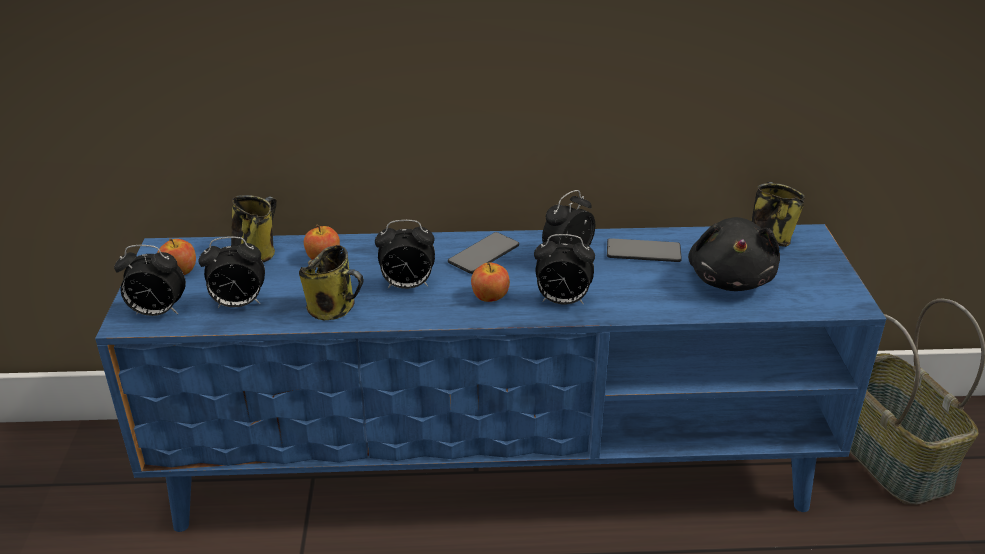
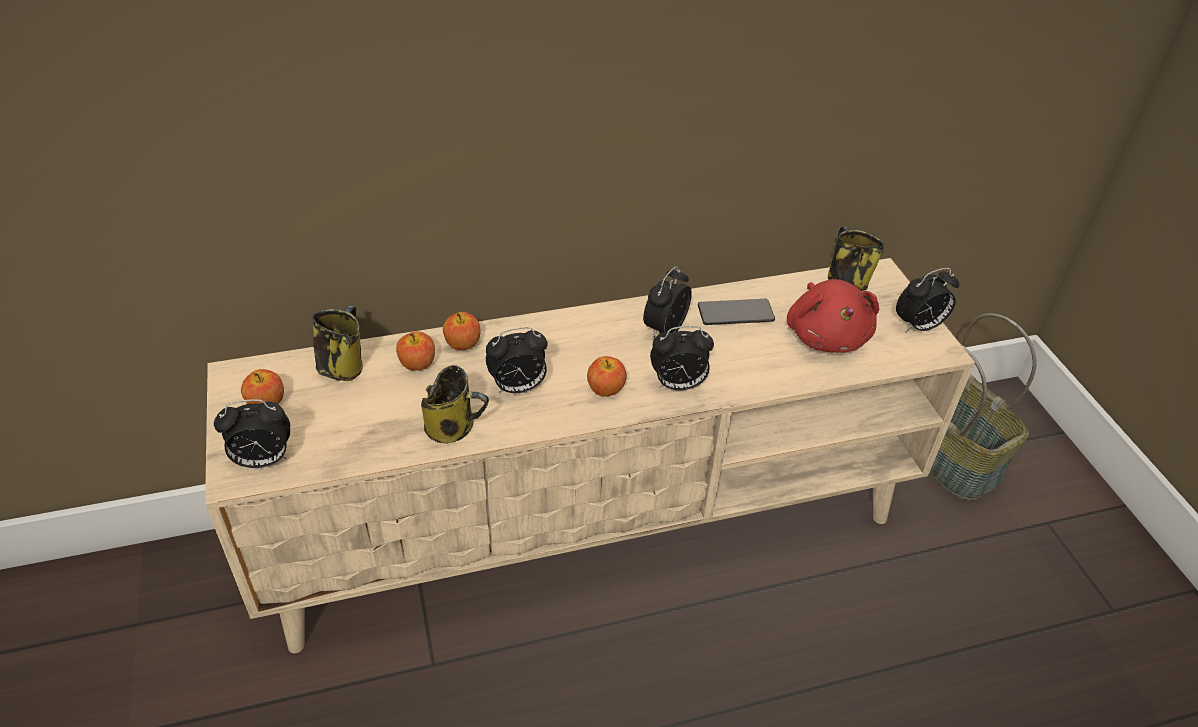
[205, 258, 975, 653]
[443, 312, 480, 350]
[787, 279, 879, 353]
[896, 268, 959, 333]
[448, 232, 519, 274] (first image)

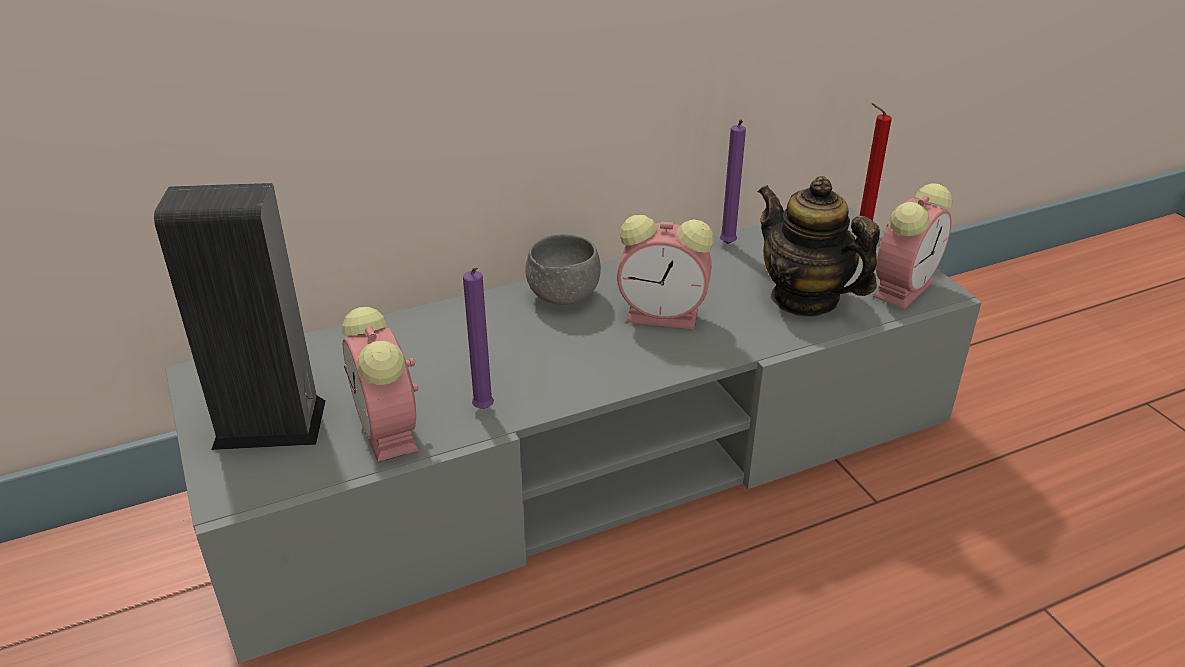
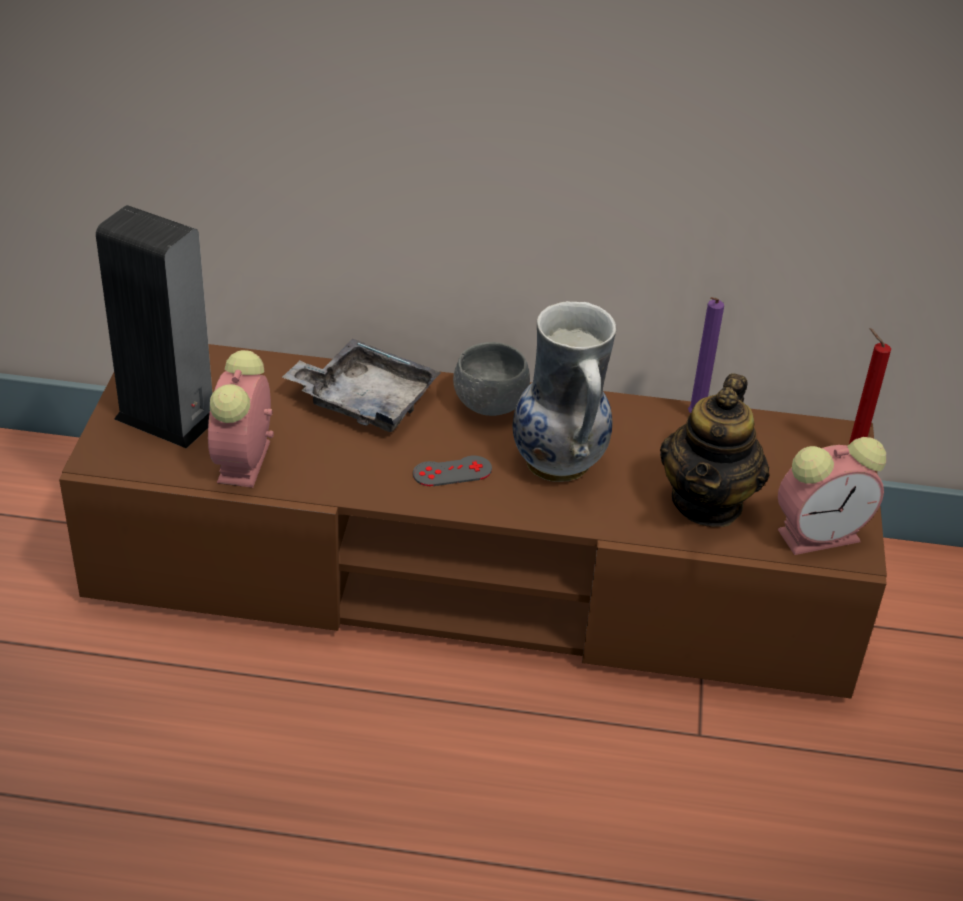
[59, 344, 887, 699]
[282, 339, 441, 432]
[413, 456, 492, 486]
[512, 301, 616, 482]
[660, 373, 770, 527]
[463, 267, 494, 409] (first image)

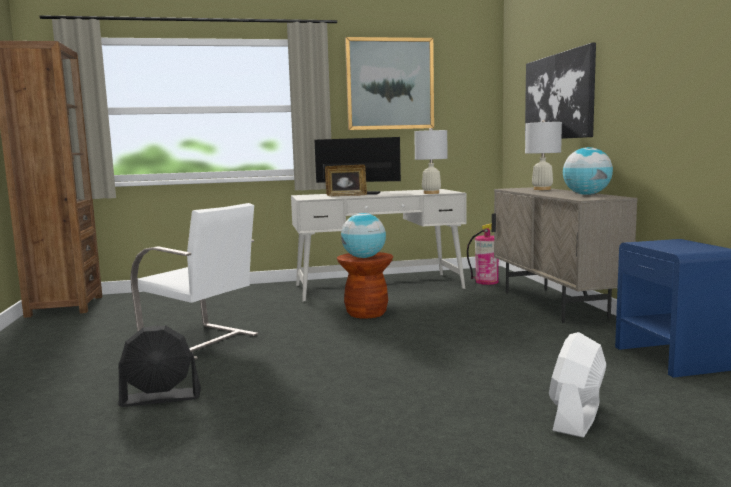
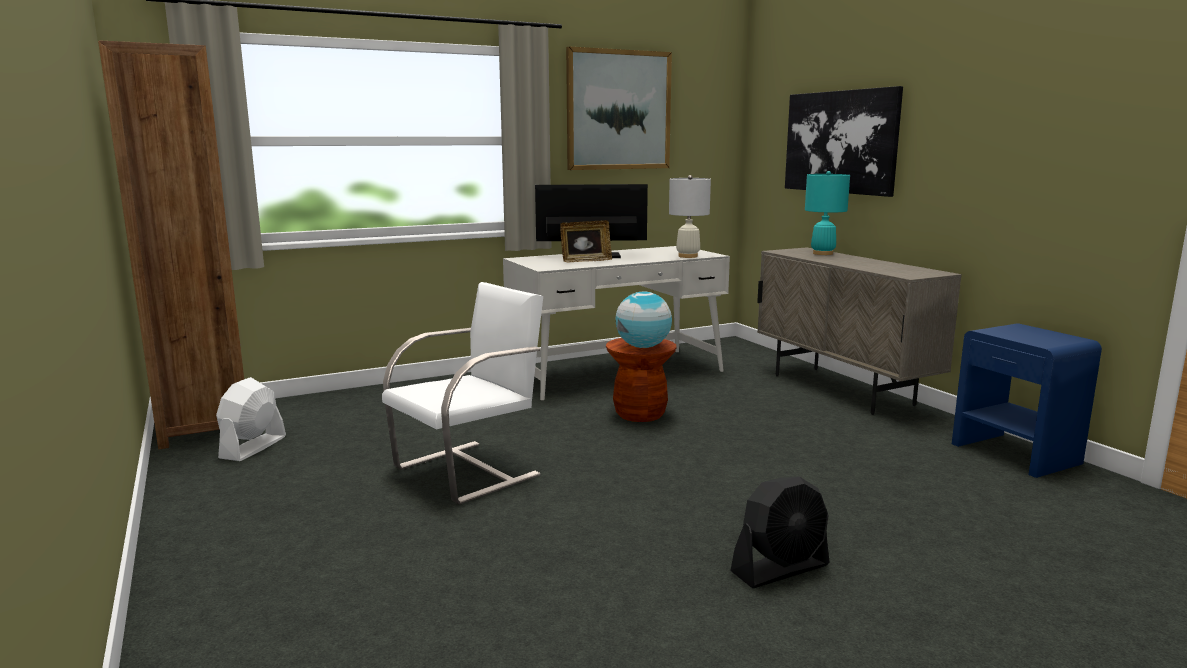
[216, 377, 286, 461]
[382, 282, 543, 505]
[730, 476, 829, 588]
[805, 171, 850, 255]
[467, 223, 499, 285] (first image)
[563, 147, 613, 195] (first image)

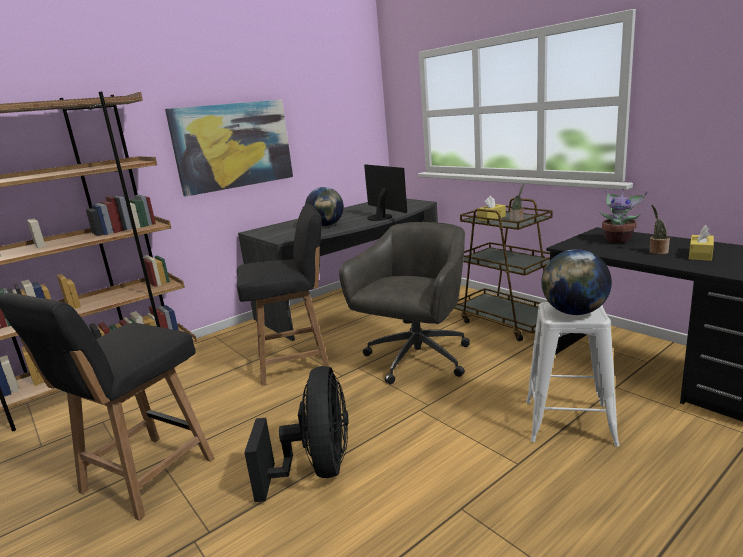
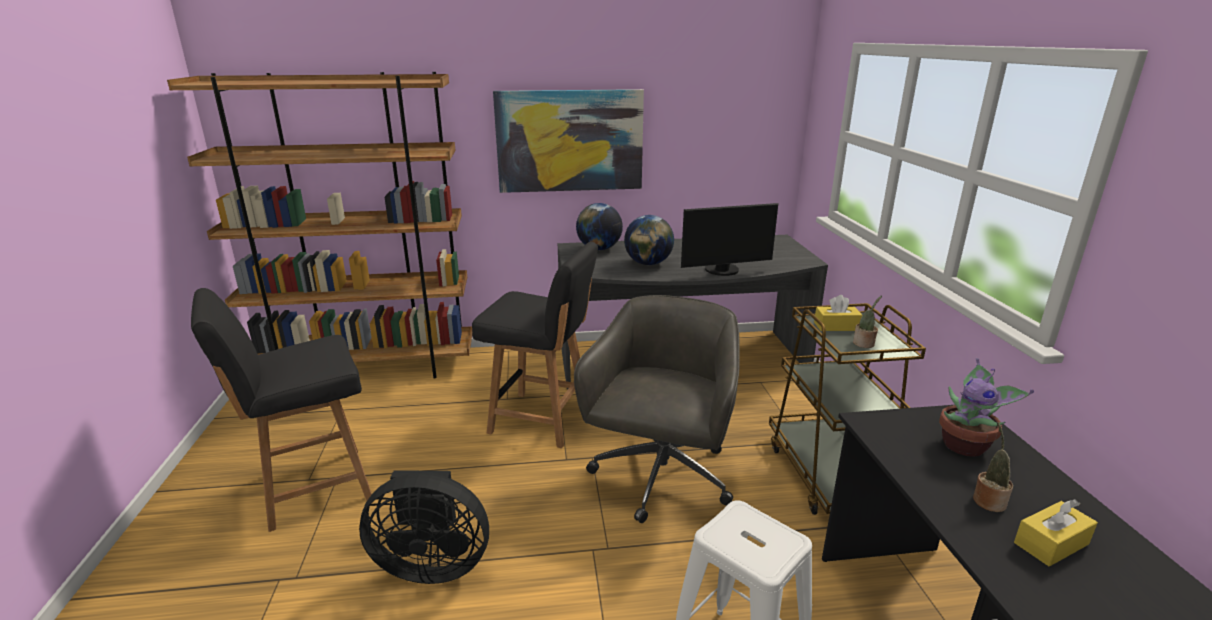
[359, 470, 489, 584]
[574, 295, 740, 523]
[576, 203, 623, 250]
[681, 203, 778, 276]

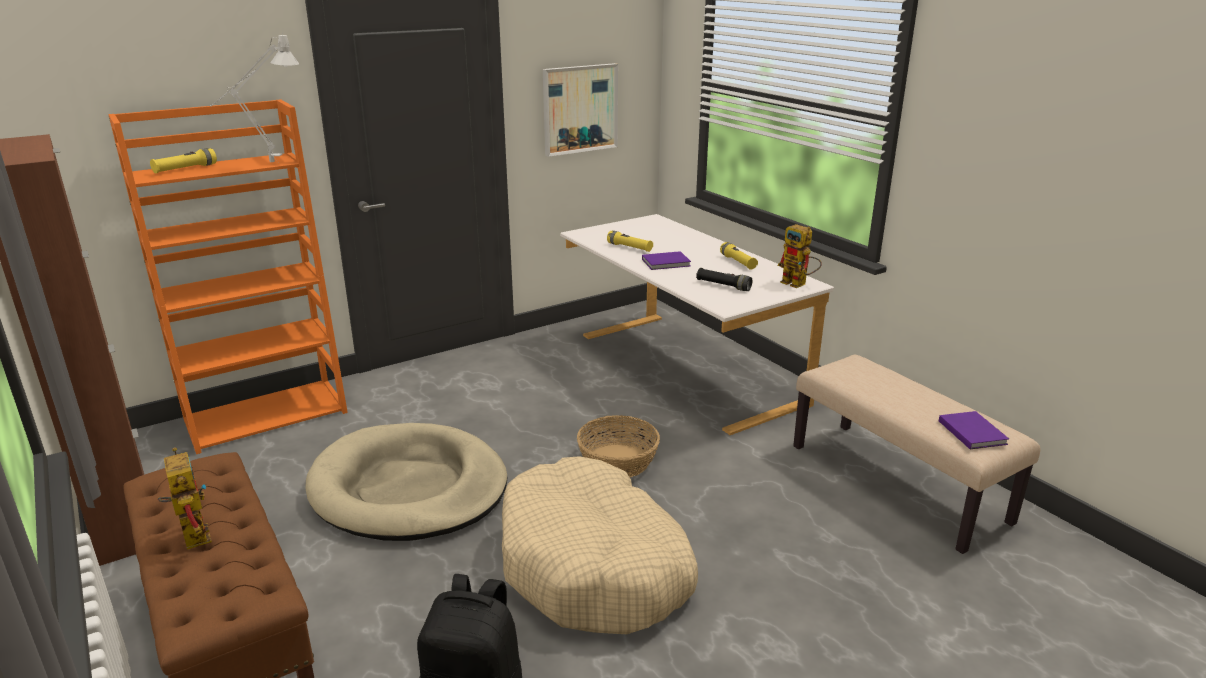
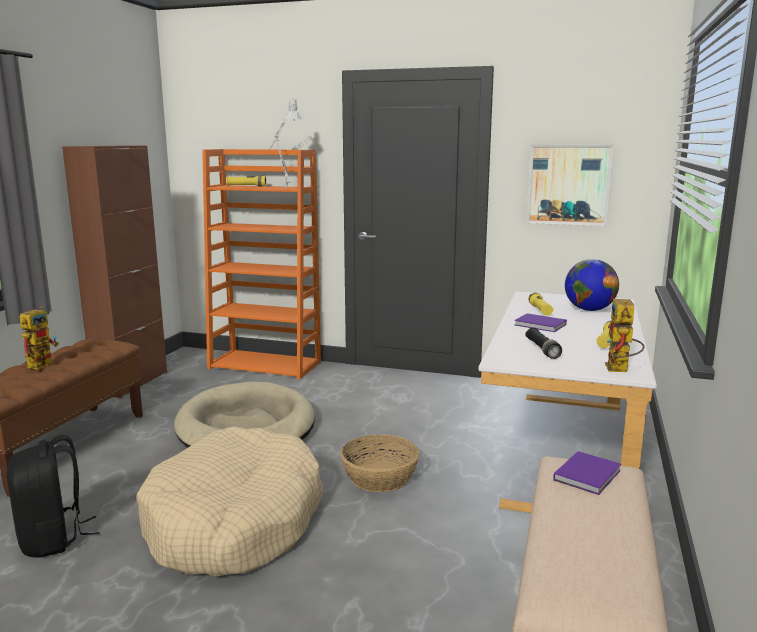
[553, 451, 621, 495]
[565, 259, 619, 311]

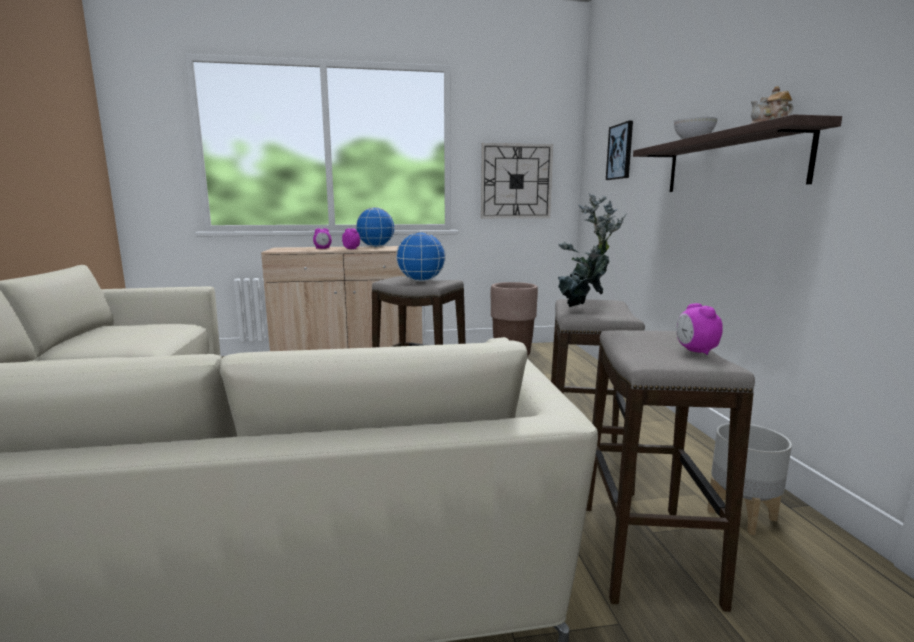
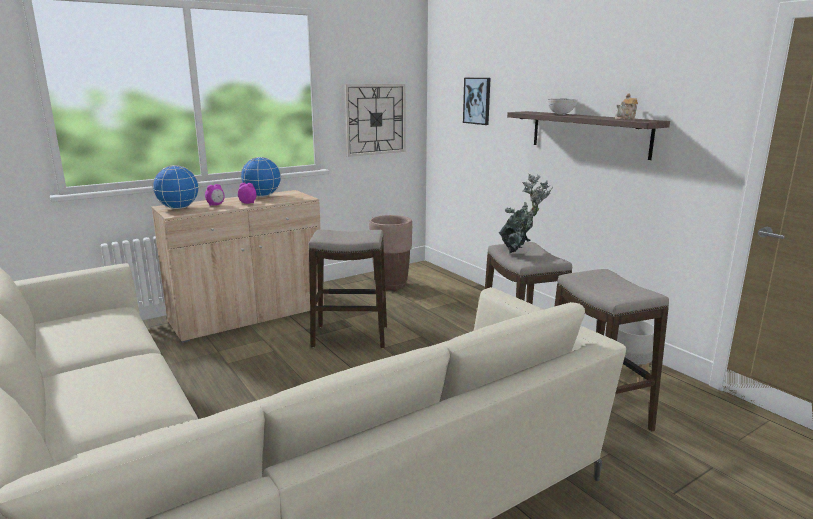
[153, 165, 199, 209]
[676, 303, 723, 355] (first image)

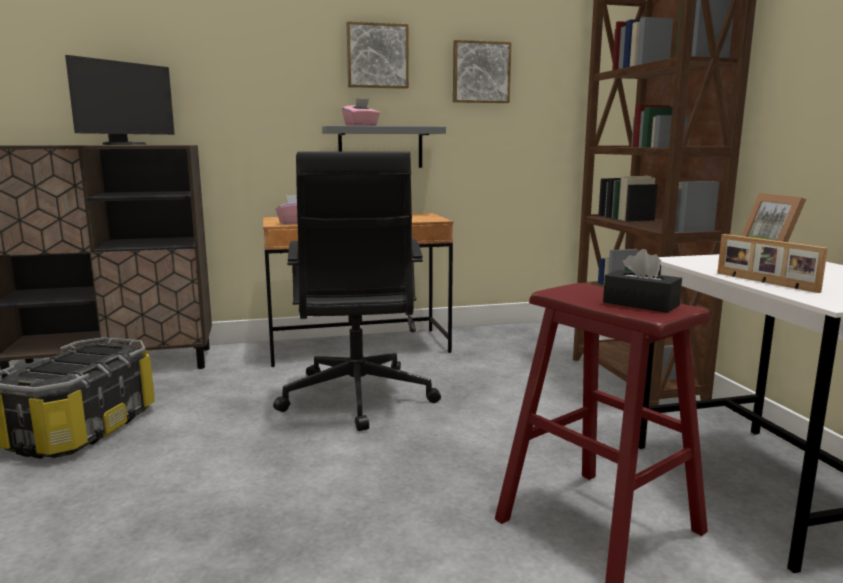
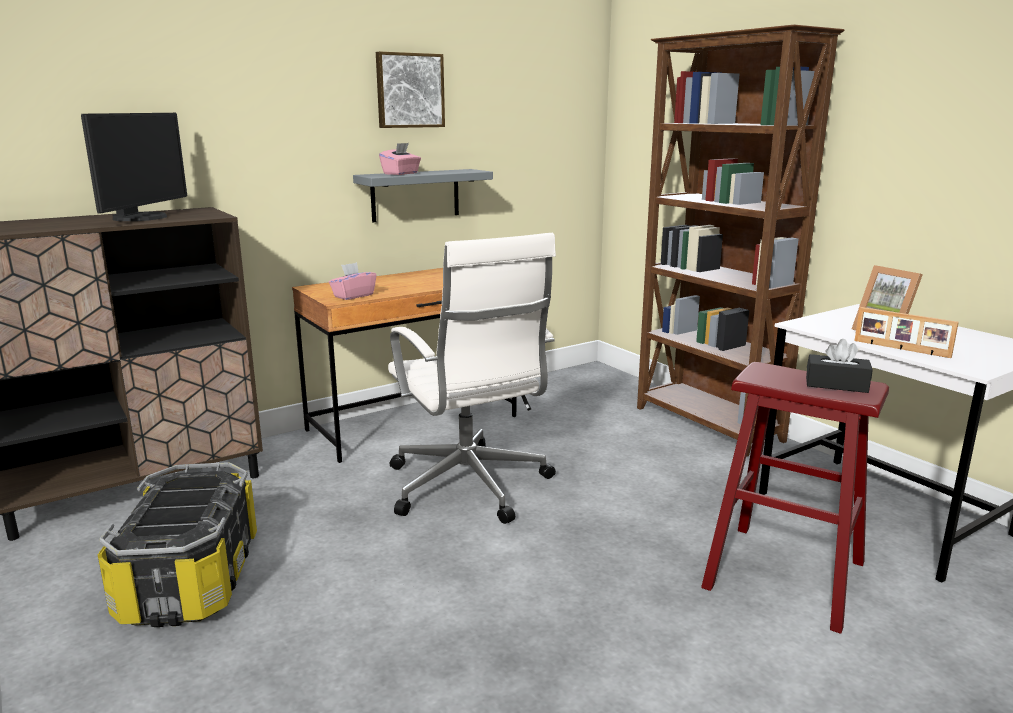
[388, 233, 556, 524]
[453, 40, 511, 103] (first image)

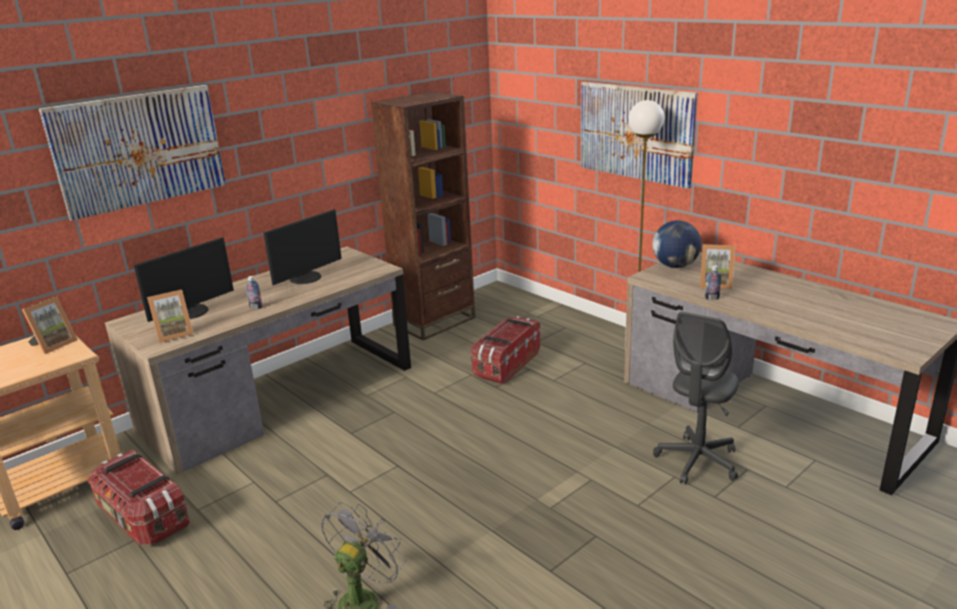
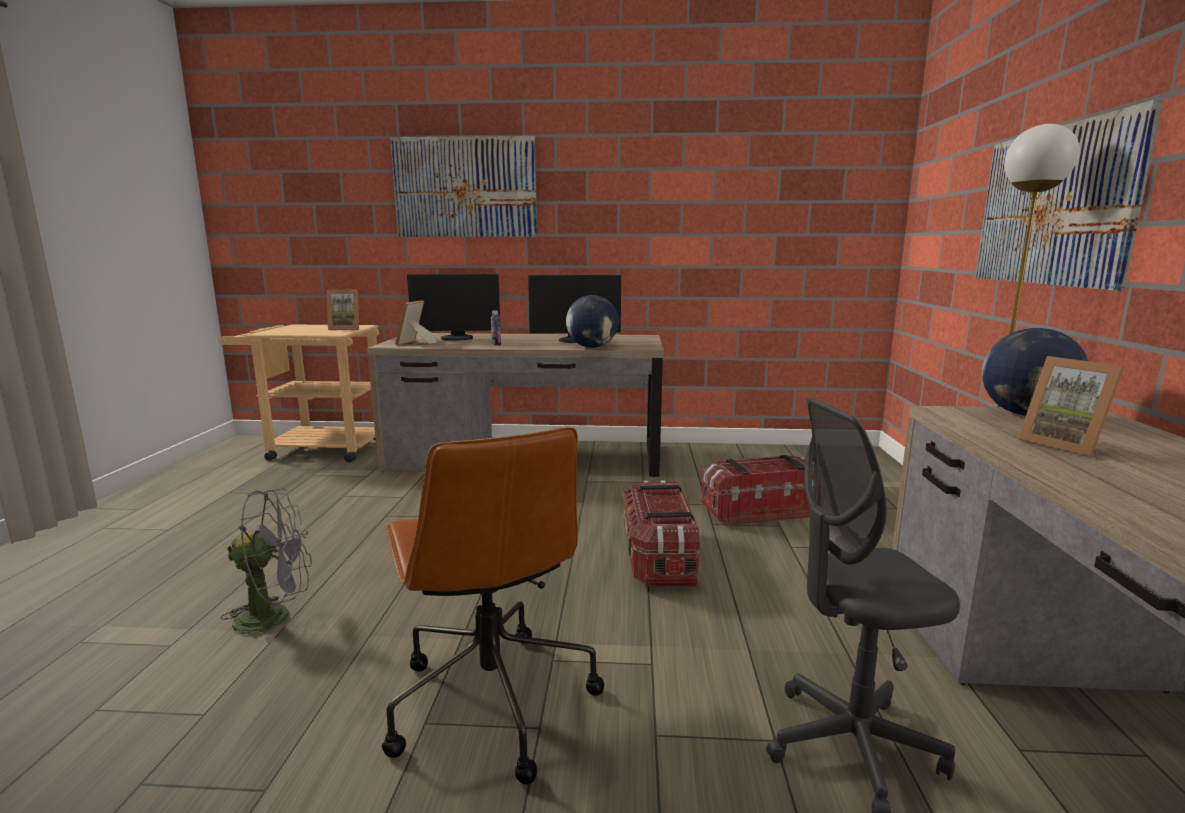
[382, 427, 604, 784]
[395, 300, 437, 345]
[566, 295, 618, 348]
[623, 481, 700, 588]
[371, 92, 476, 340] (first image)
[705, 265, 722, 300] (first image)

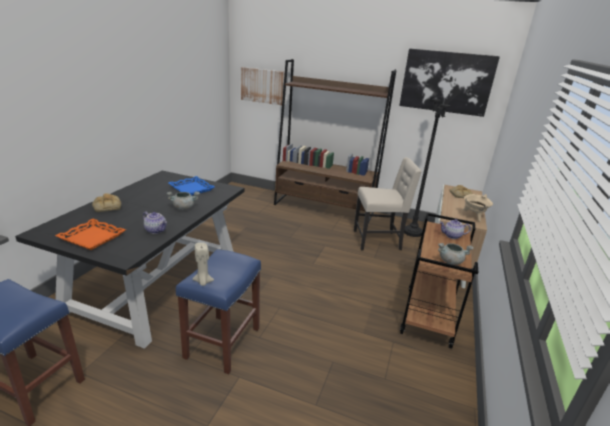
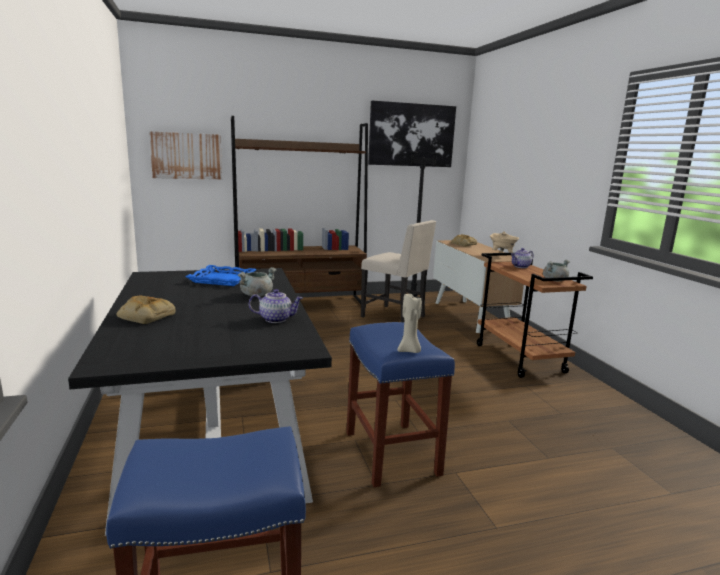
[361, 220, 436, 322]
[55, 219, 126, 250] (first image)

